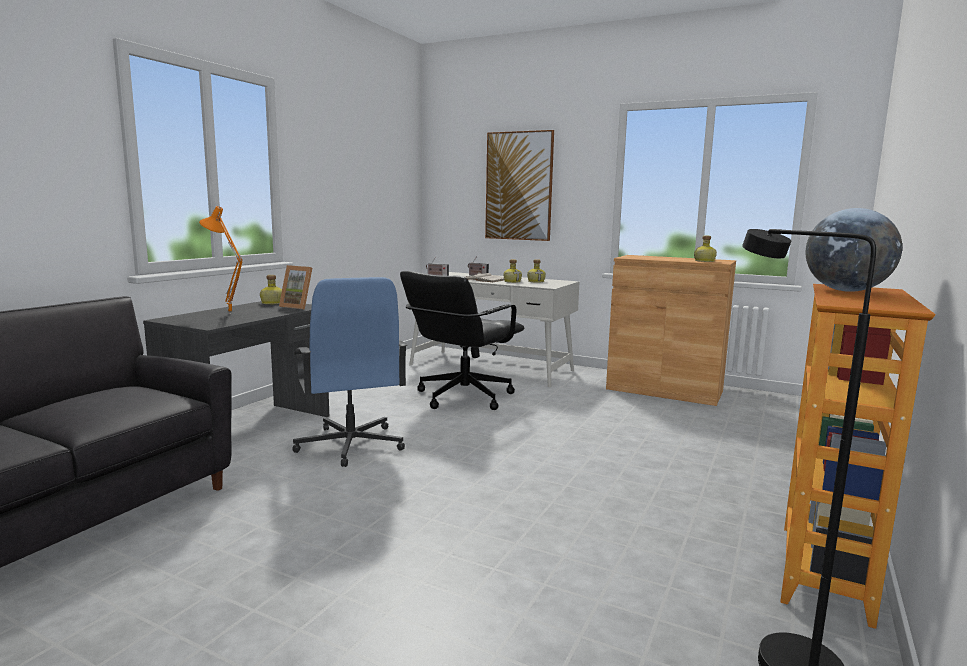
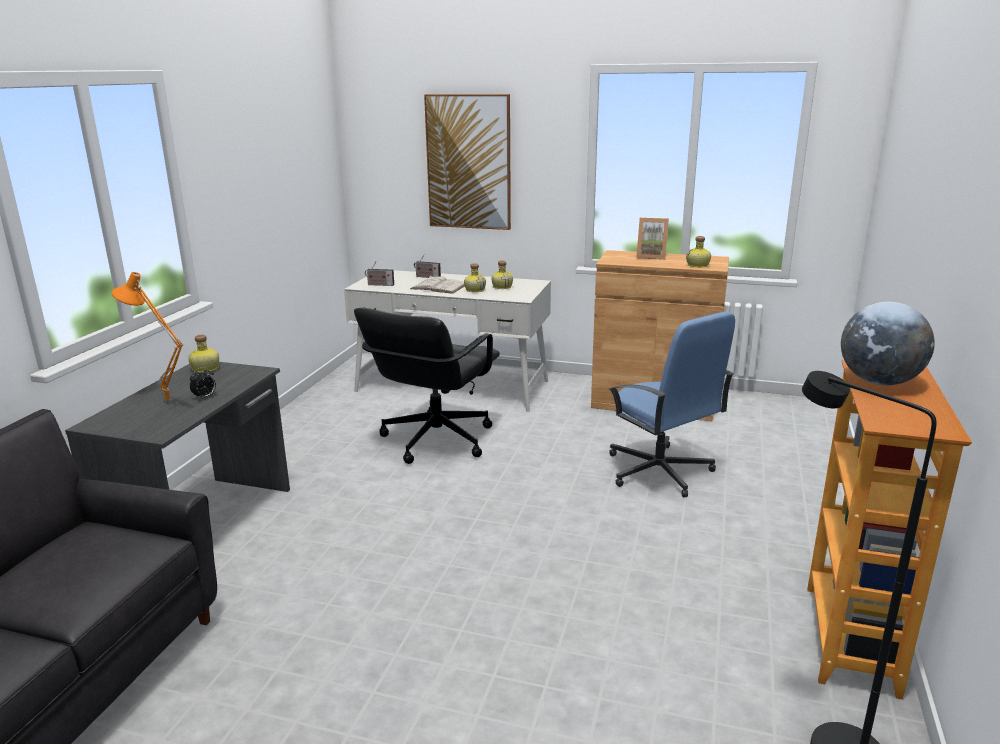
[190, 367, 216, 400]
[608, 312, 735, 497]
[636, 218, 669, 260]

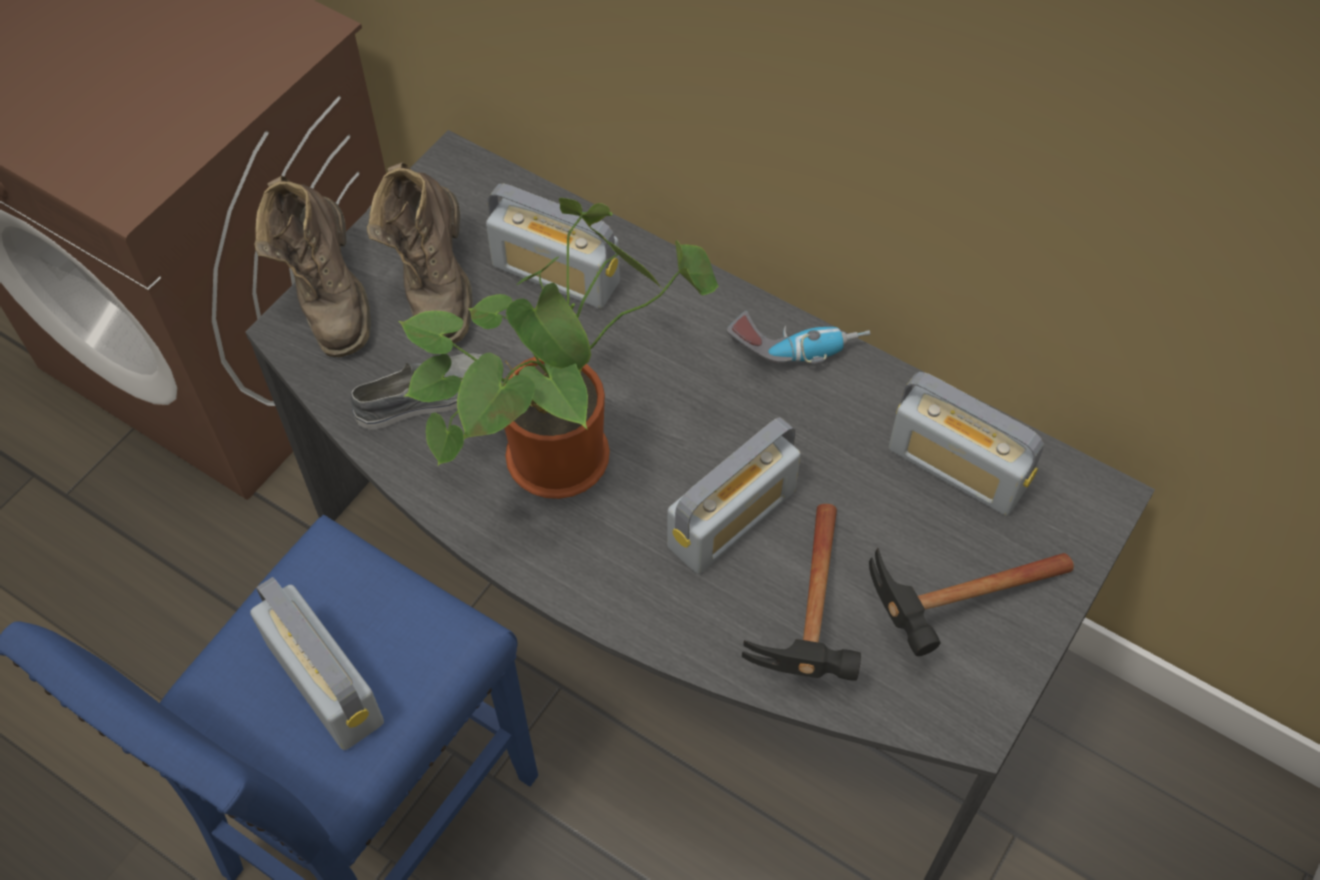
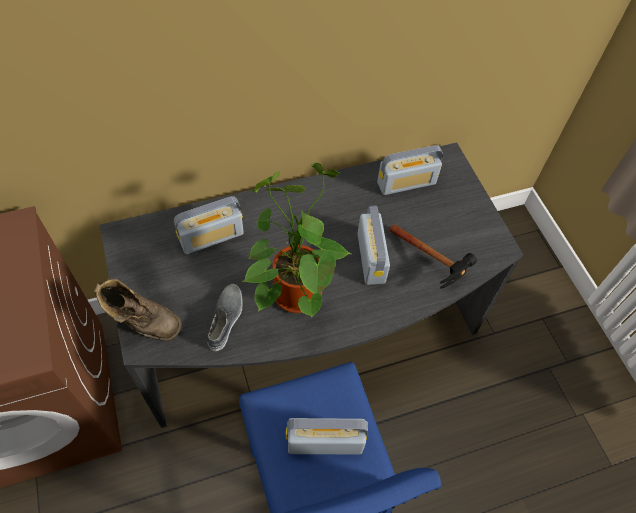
[367, 162, 473, 344] (first image)
[727, 311, 870, 365] (first image)
[869, 548, 1074, 656] (first image)

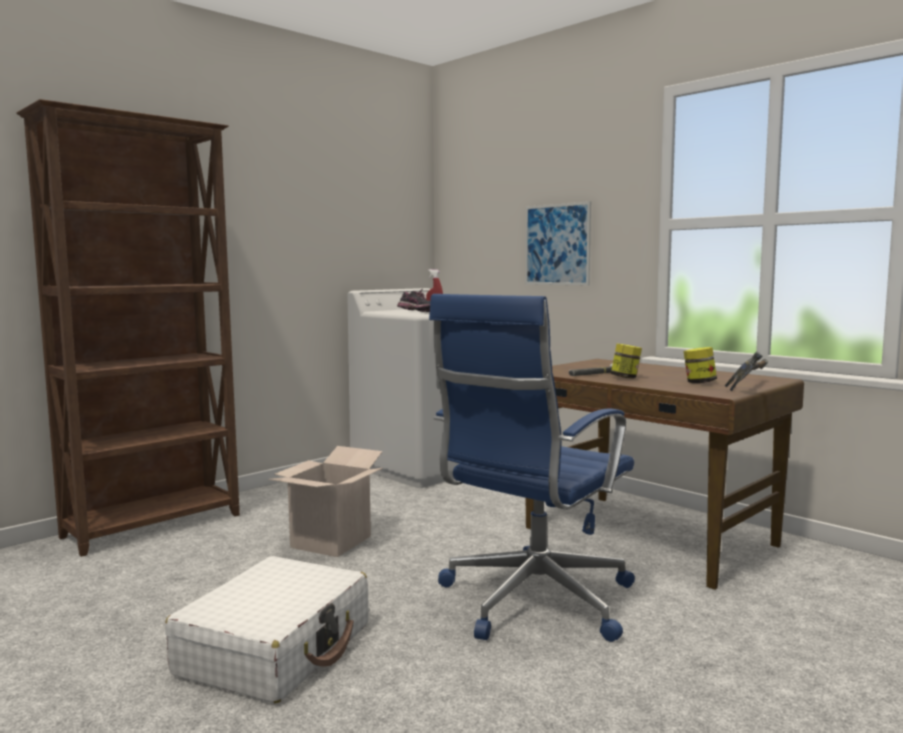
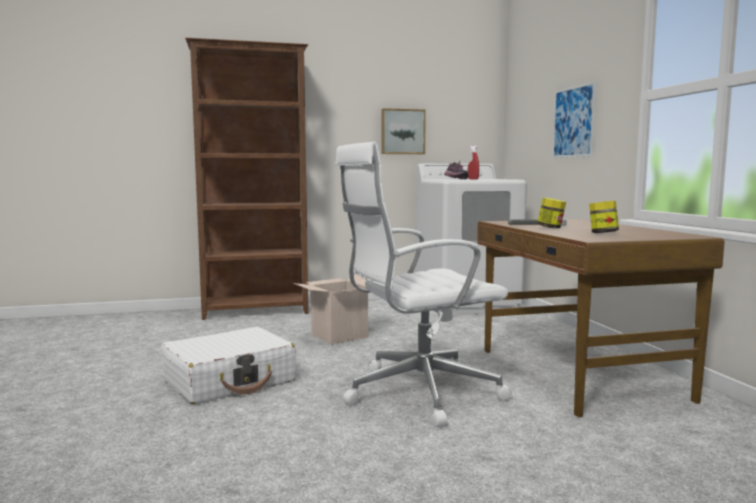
[335, 142, 512, 427]
[382, 108, 426, 154]
[725, 351, 768, 392] (first image)

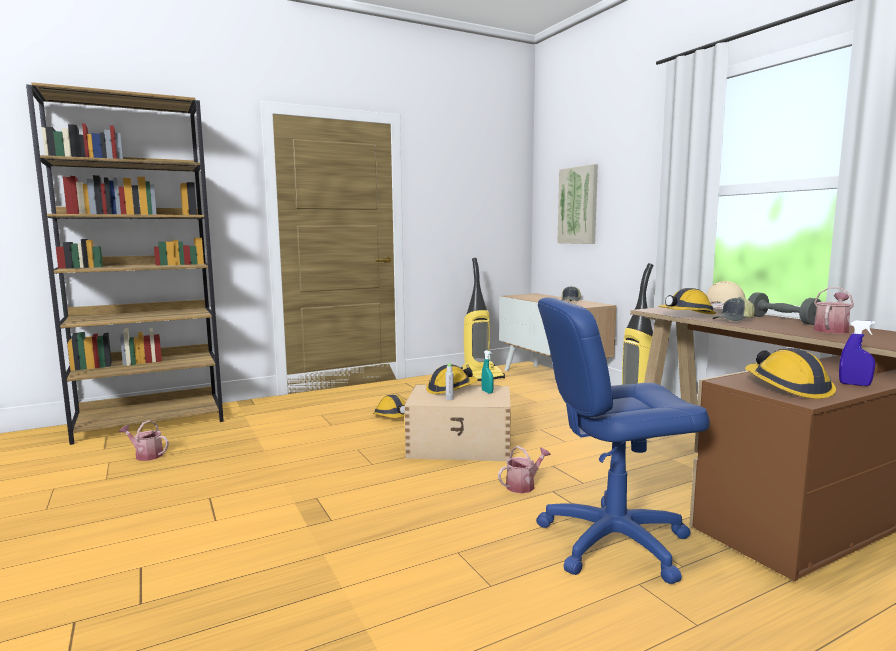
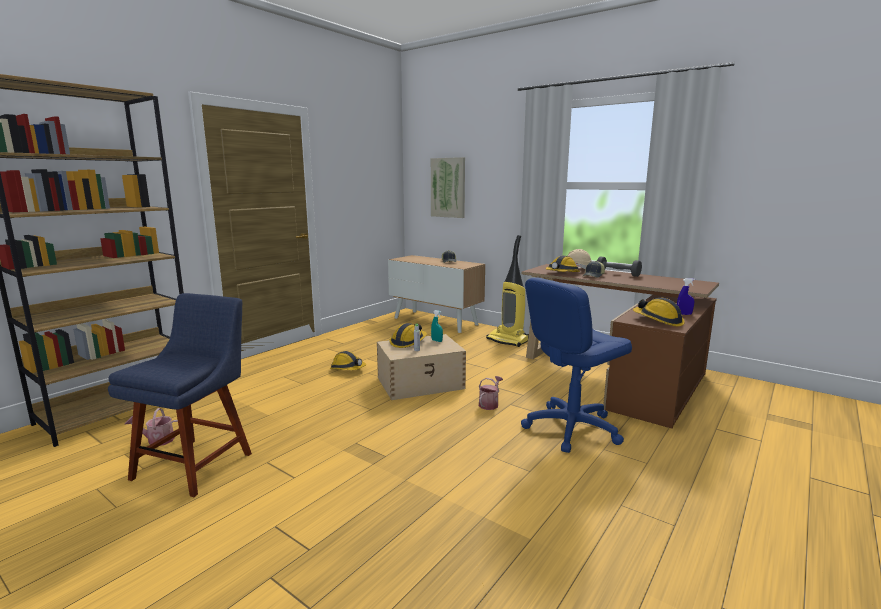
[108, 293, 252, 497]
[461, 258, 505, 381] (first image)
[813, 287, 854, 333] (first image)

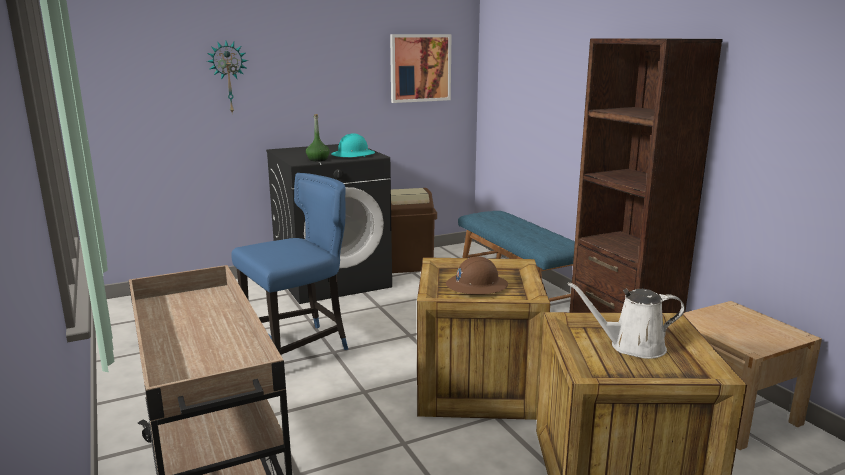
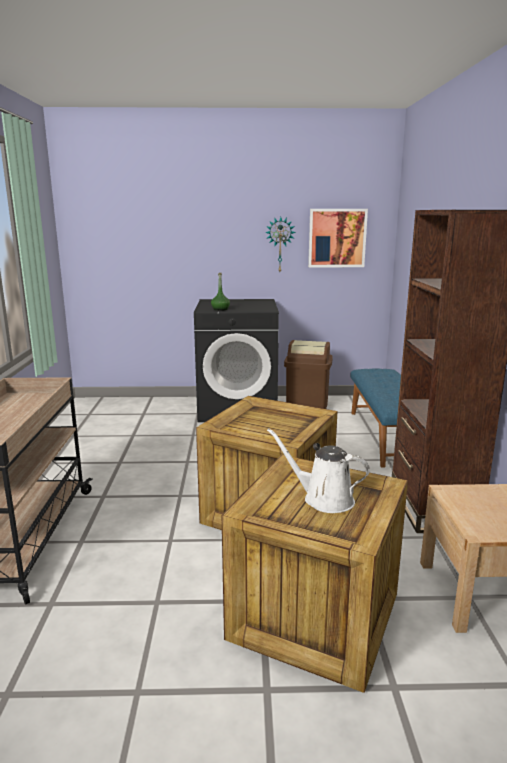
[265, 217, 296, 272]
[231, 173, 348, 355] (first image)
[331, 133, 375, 157] (first image)
[446, 256, 508, 294] (first image)

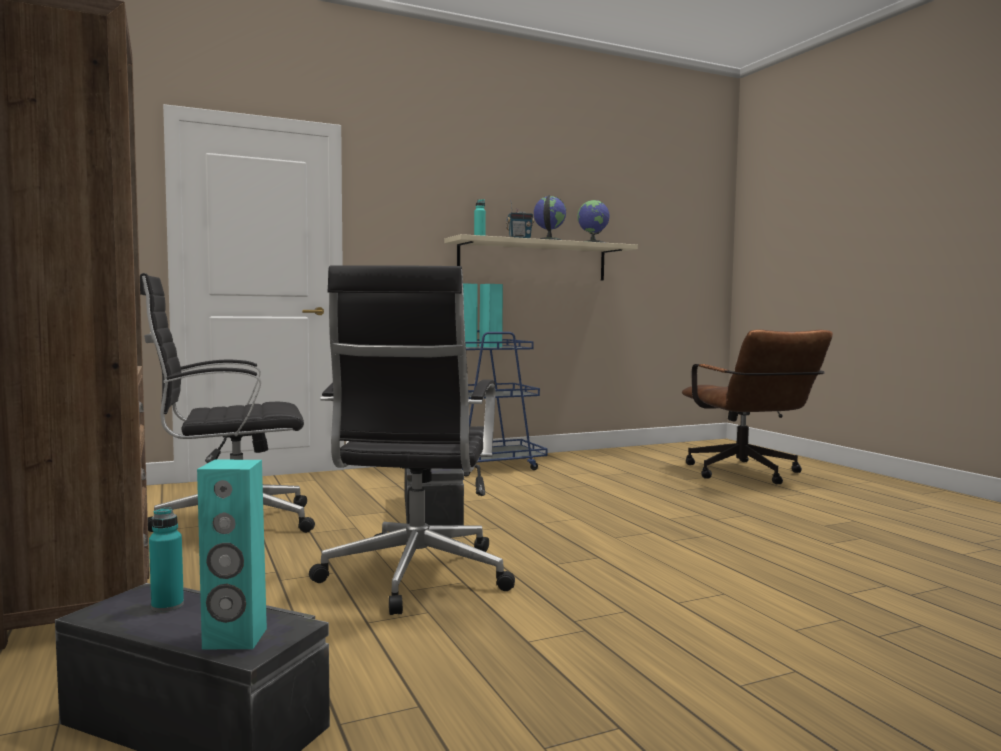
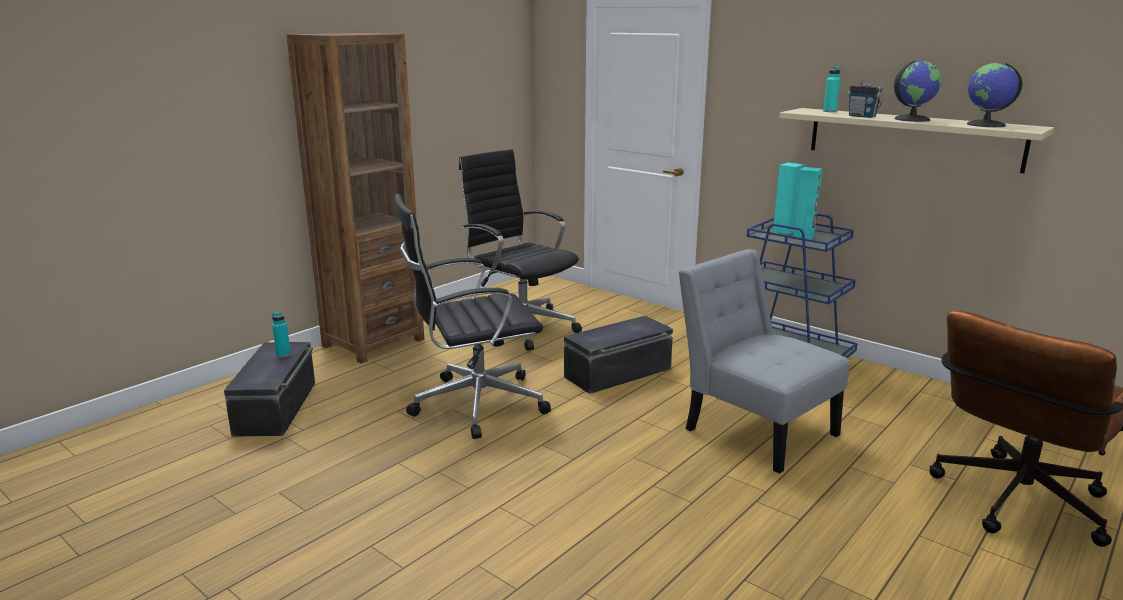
[679, 249, 850, 474]
[197, 460, 267, 649] (first image)

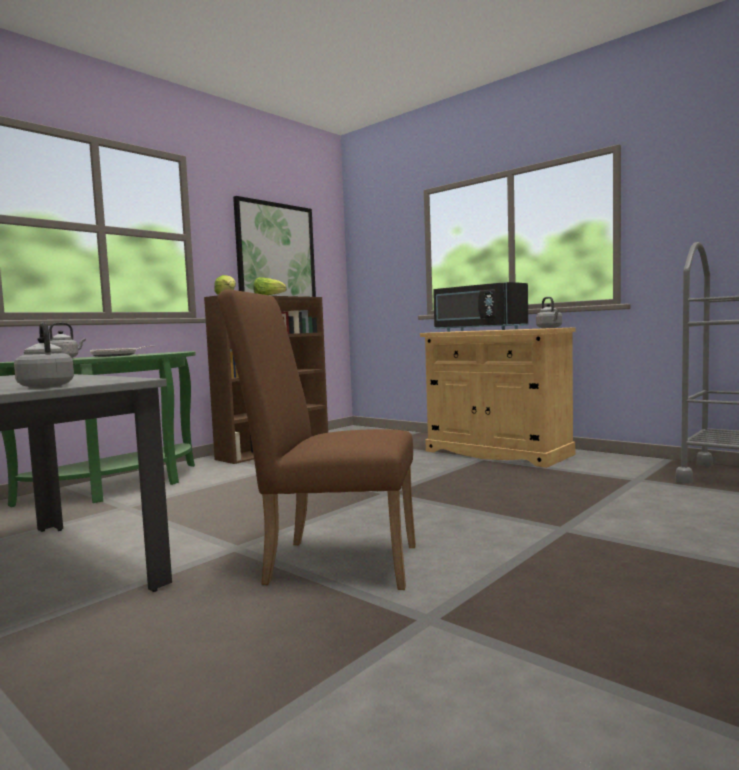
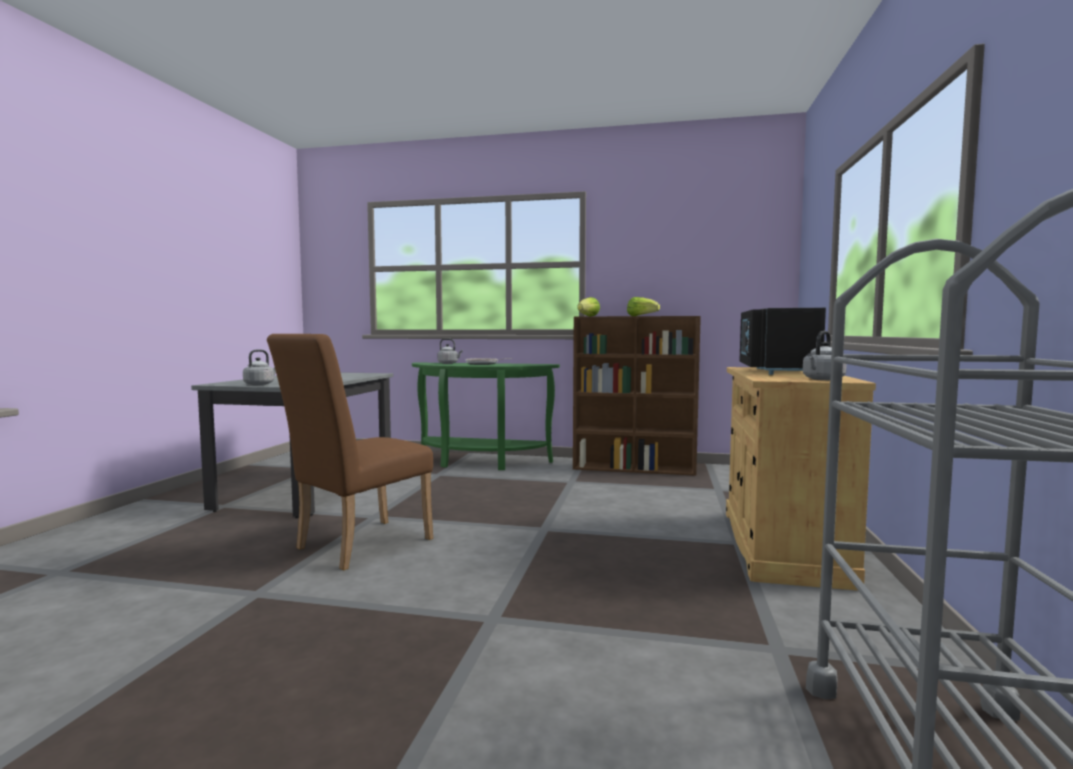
[267, 334, 433, 571]
[233, 196, 316, 297] (first image)

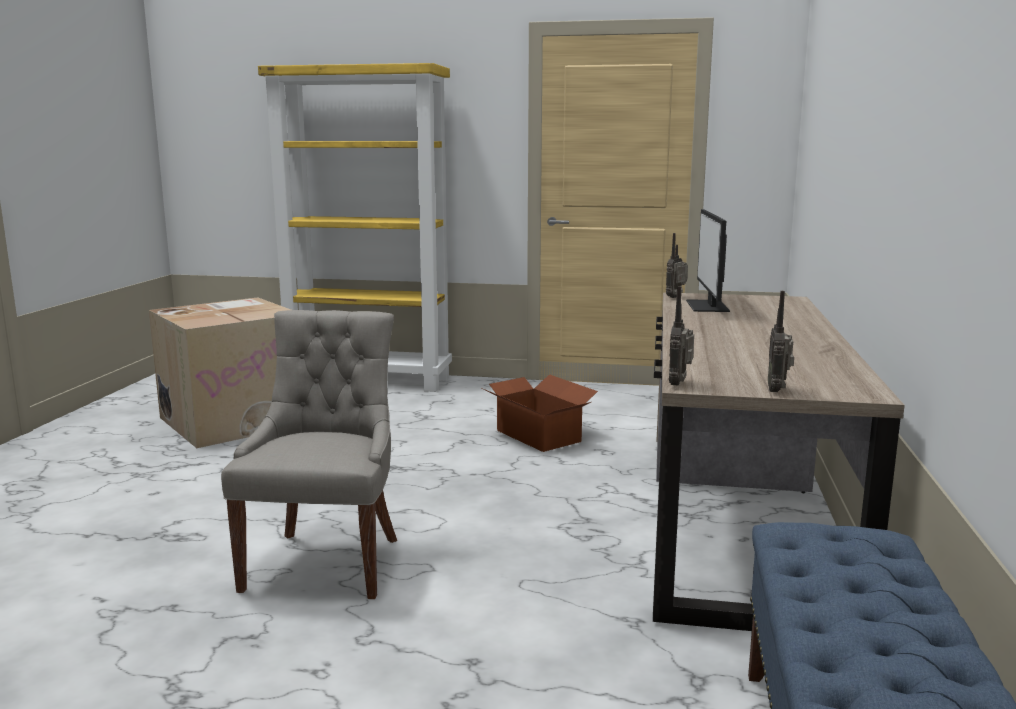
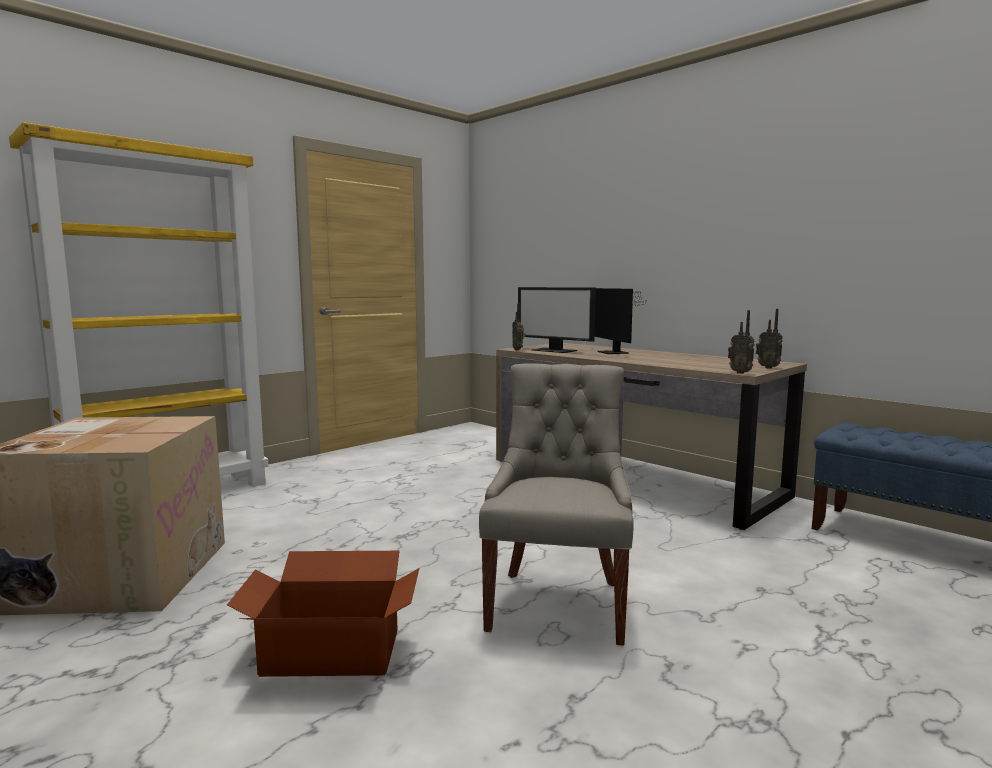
[227, 551, 419, 677]
[479, 363, 634, 646]
[595, 288, 644, 354]

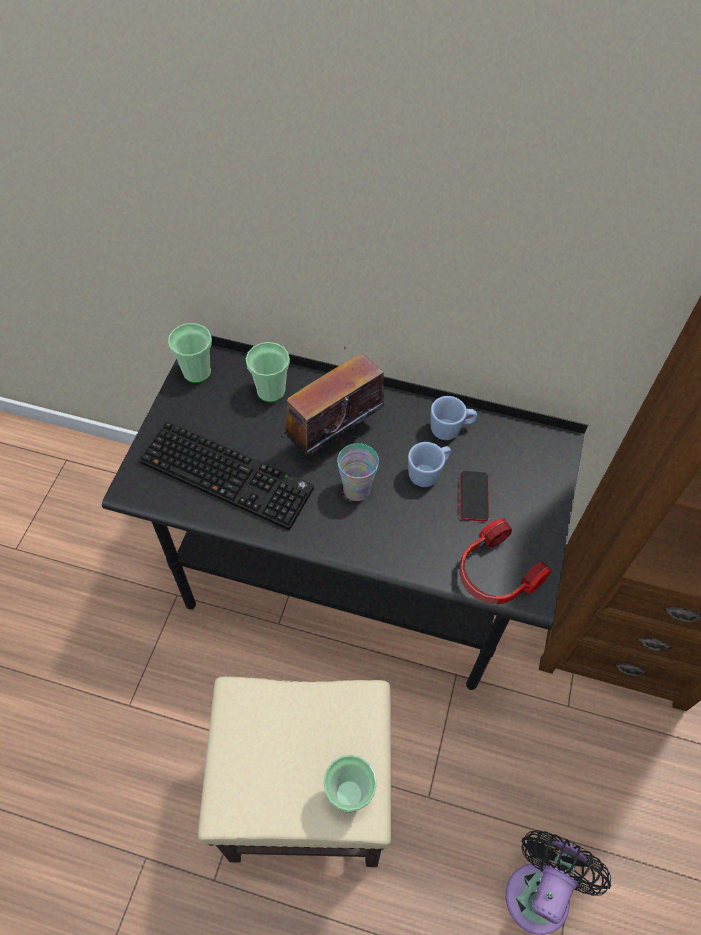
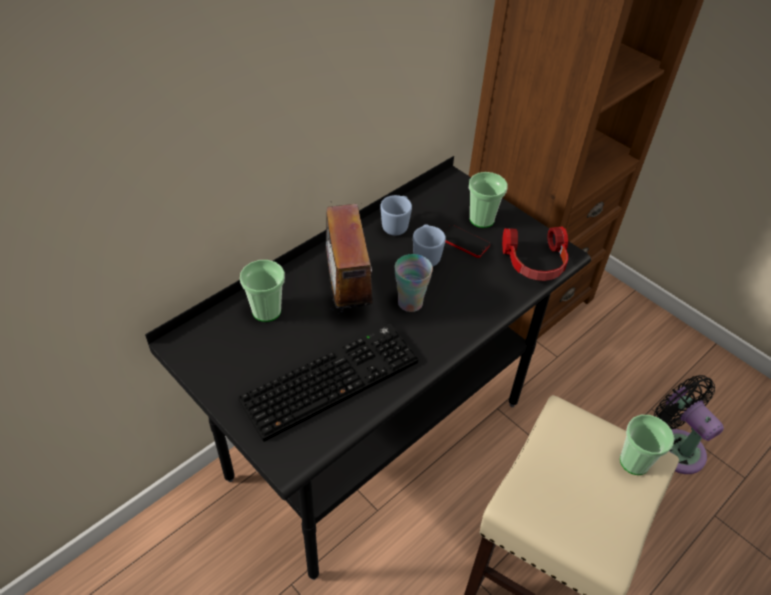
[469, 172, 508, 228]

